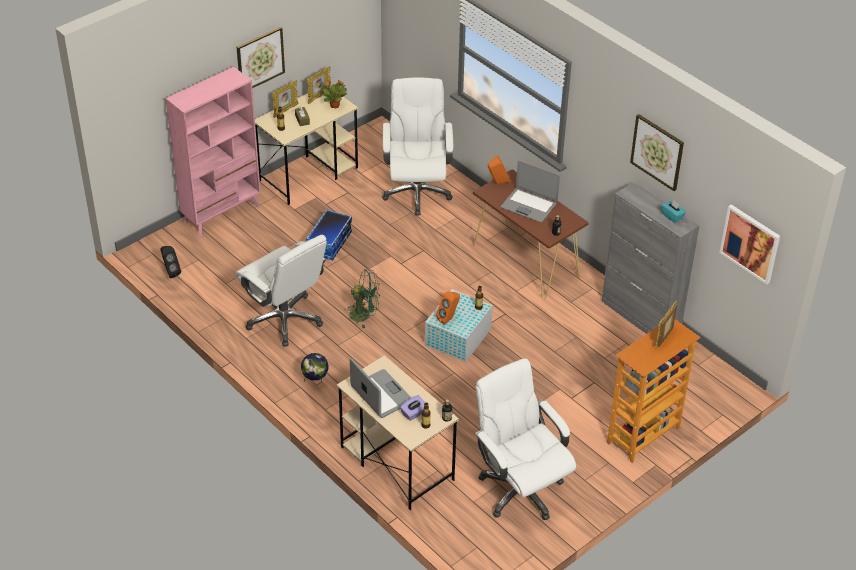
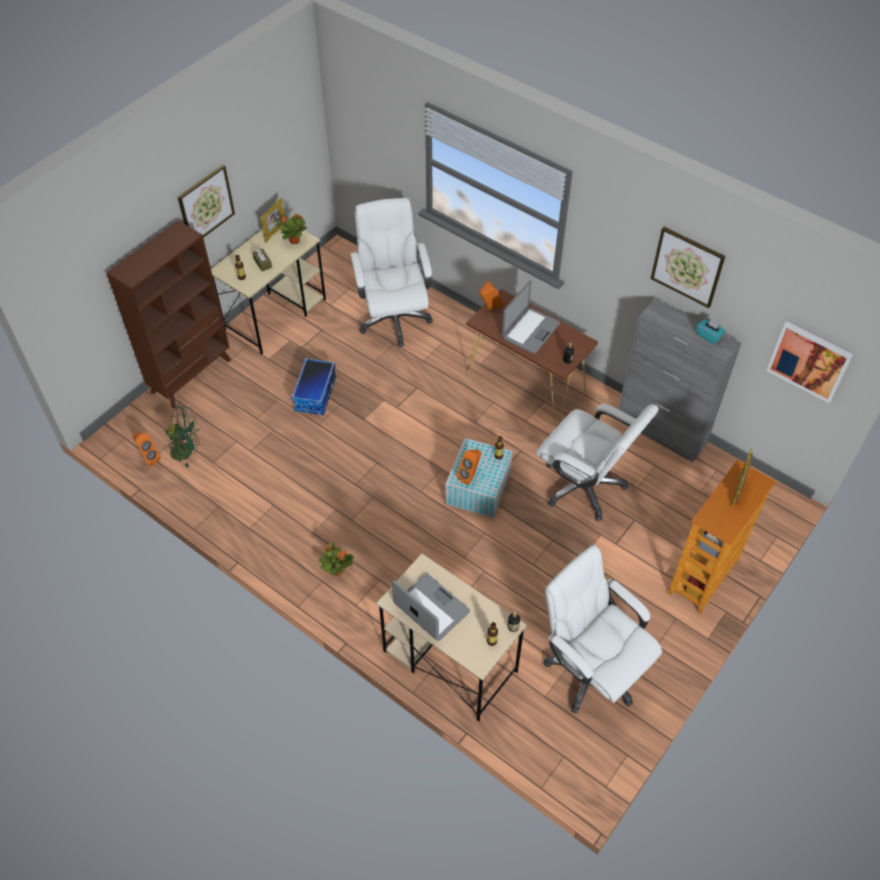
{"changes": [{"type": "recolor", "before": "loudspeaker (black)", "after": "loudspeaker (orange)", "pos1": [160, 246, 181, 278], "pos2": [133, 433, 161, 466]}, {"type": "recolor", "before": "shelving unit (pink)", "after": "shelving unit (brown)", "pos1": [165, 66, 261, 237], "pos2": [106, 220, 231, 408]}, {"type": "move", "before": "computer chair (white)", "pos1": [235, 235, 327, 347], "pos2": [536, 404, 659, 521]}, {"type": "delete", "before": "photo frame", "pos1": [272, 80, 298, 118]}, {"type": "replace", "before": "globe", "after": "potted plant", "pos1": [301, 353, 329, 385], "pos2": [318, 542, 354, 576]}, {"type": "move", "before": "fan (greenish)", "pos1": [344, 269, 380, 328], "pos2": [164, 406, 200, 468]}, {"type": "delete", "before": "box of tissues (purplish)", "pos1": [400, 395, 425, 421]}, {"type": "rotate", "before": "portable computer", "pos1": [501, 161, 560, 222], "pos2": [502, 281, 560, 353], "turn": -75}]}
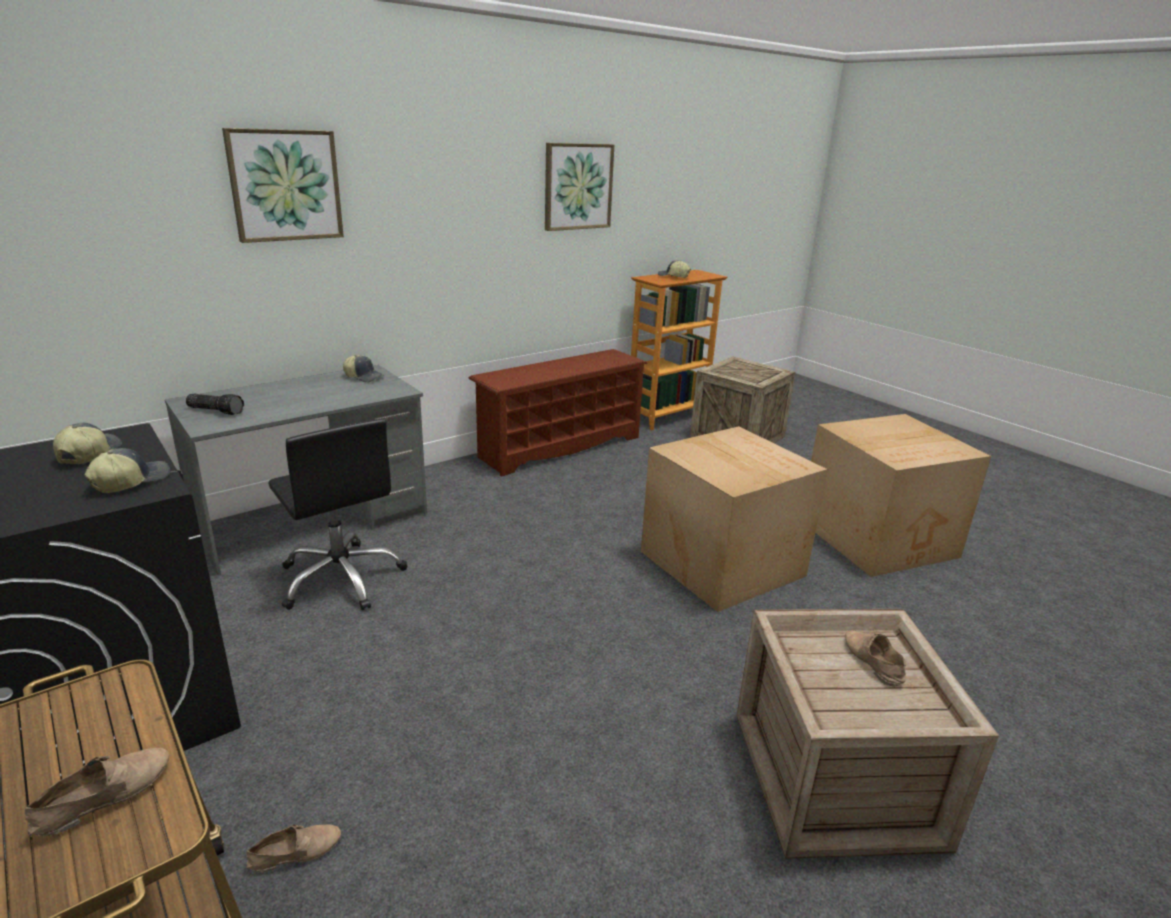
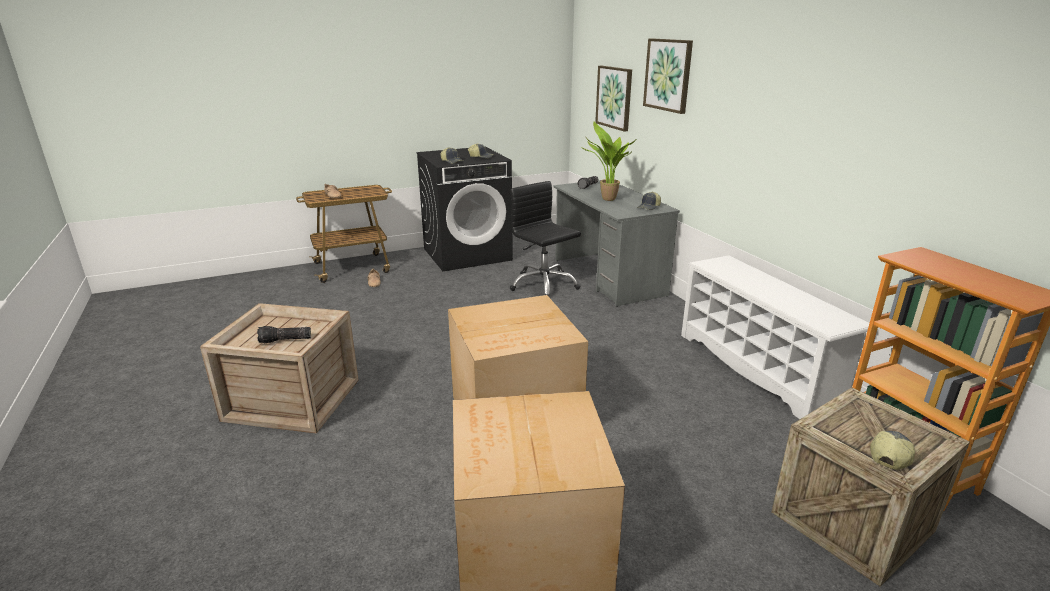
{"changes": [{"type": "rotate", "before": "computer chair (black)", "pos1": [268, 419, 407, 611], "pos2": [510, 181, 581, 298], "turn": 75}, {"type": "recolor", "before": "shoe stand (brown)", "after": "shoe stand (white)", "pos1": [468, 349, 647, 477], "pos2": [681, 256, 869, 419]}, {"type": "move", "before": "wall art", "pos1": [545, 143, 614, 231], "pos2": [595, 66, 632, 132]}, {"type": "move", "before": "baseball cap", "pos1": [658, 260, 691, 278], "pos2": [870, 431, 915, 470]}, {"type": "replace", "before": "low shoe (beige-coloured)", "after": "hand torch", "pos1": [845, 630, 906, 687], "pos2": [257, 326, 311, 343]}, {"type": "insert", "after": "potted plant", "pos2": [580, 121, 636, 201]}]}
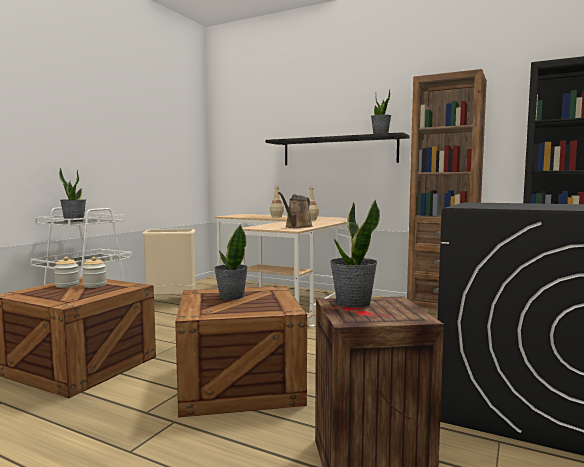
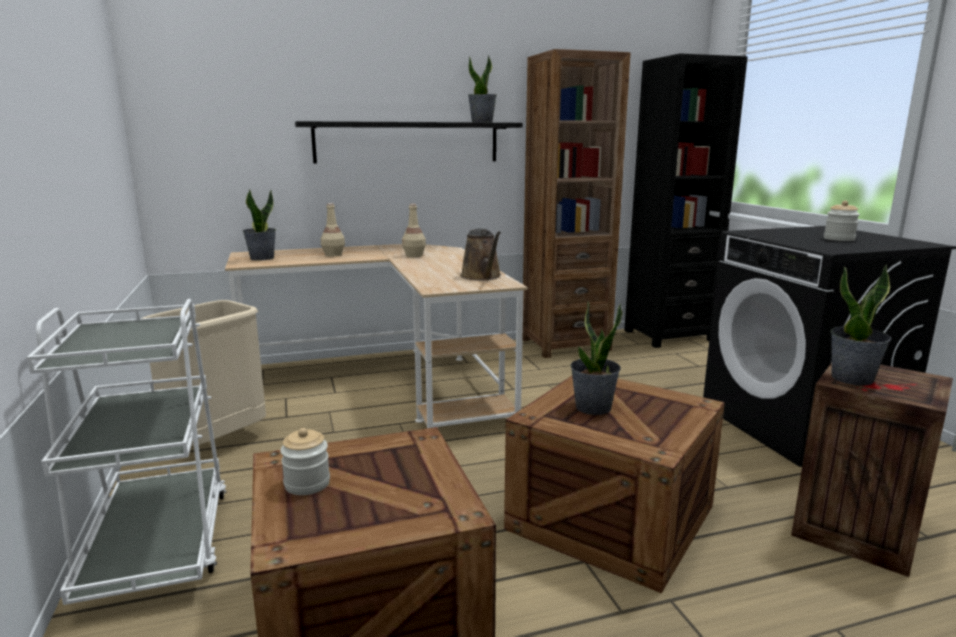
{"changes": [{"type": "move", "before": "potted plant", "pos1": [59, 168, 86, 222], "pos2": [243, 189, 276, 261]}, {"type": "move", "before": "preserve jar", "pos1": [82, 257, 107, 288], "pos2": [824, 201, 860, 241]}]}
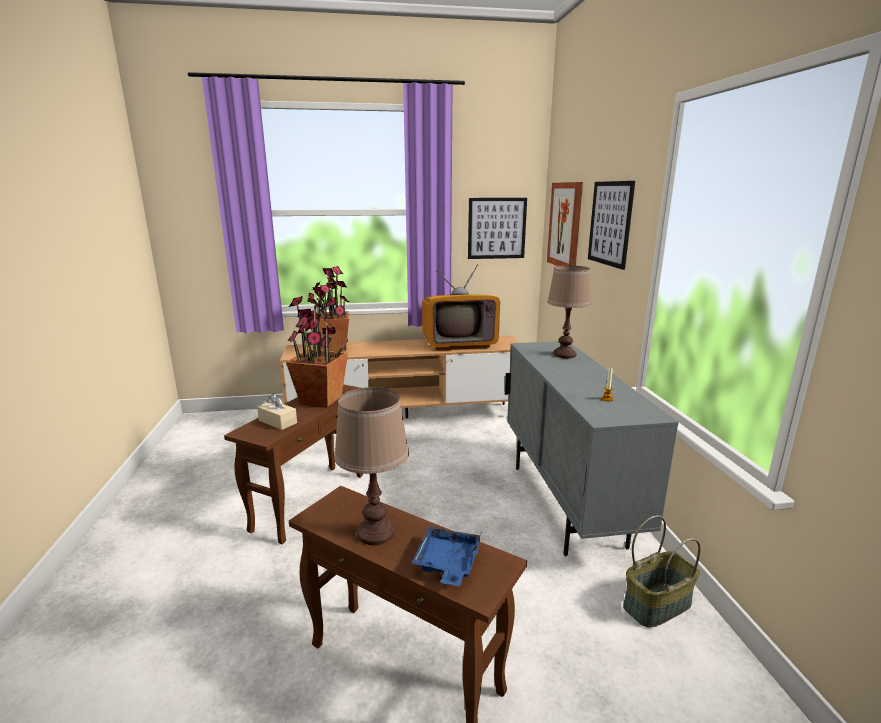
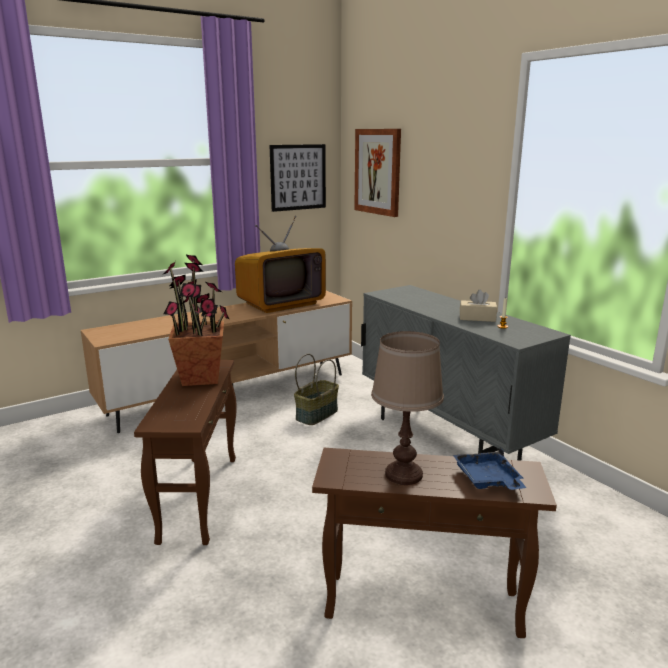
{"changes": [{"type": "move", "before": "box of tissues (beige-coloured)", "pos1": [257, 394, 297, 430], "pos2": [460, 290, 497, 322]}, {"type": "delete", "before": "potted plant", "pos1": [307, 266, 349, 352]}, {"type": "delete", "before": "tabletop lamp (brown)", "pos1": [547, 265, 591, 358]}, {"type": "delete", "before": "wall art", "pos1": [588, 181, 635, 270]}, {"type": "move", "before": "storage basket", "pos1": [623, 515, 701, 628], "pos2": [294, 354, 339, 425]}]}
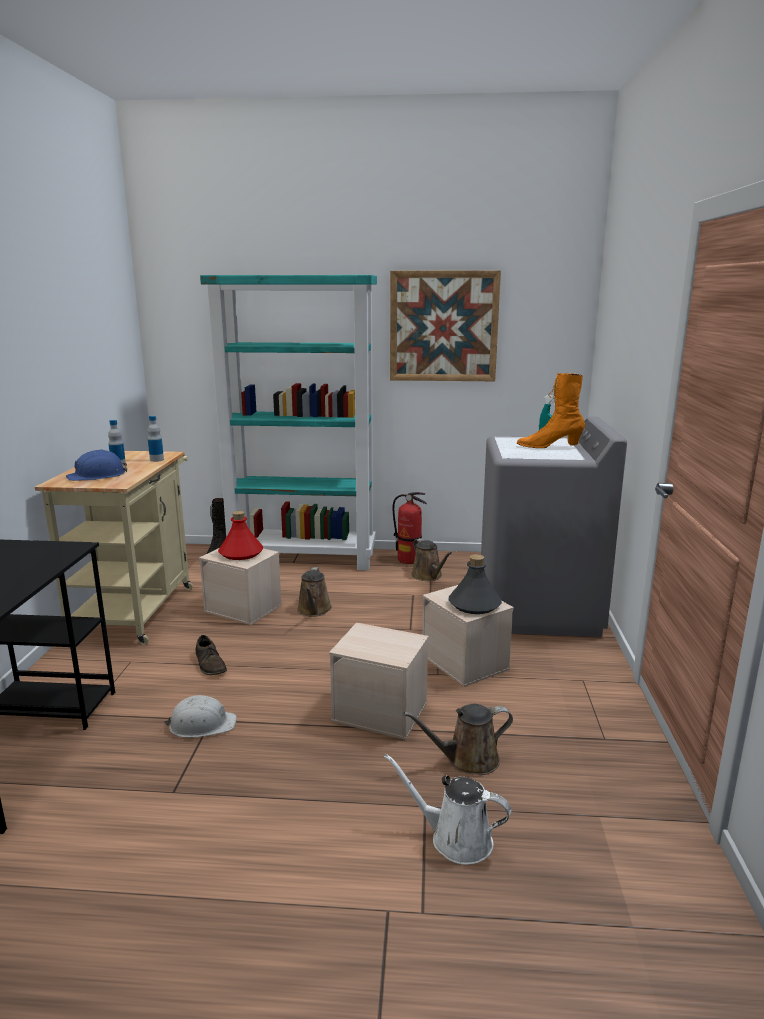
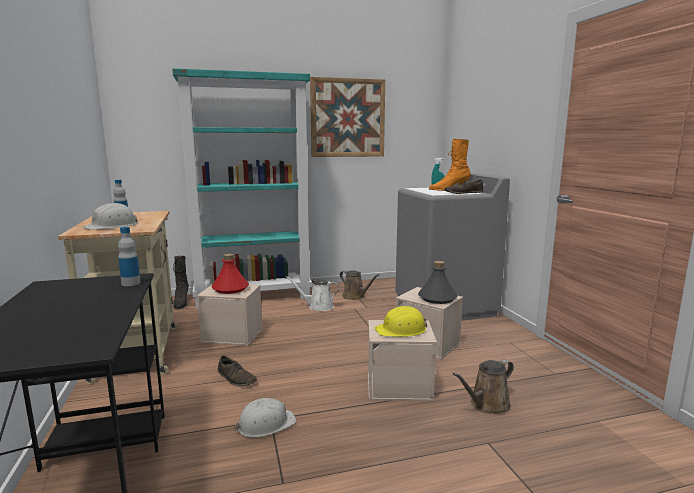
{"changes": [{"type": "recolor", "before": "hard hat (blue)", "after": "hard hat (white)", "pos1": [66, 449, 127, 481], "pos2": [82, 203, 137, 230]}, {"type": "move", "before": "beverage bottle", "pos1": [148, 416, 164, 462], "pos2": [118, 227, 141, 286]}, {"type": "delete", "before": "watering can (brown)", "pos1": [297, 567, 332, 617]}, {"type": "move", "before": "watering can (white)", "pos1": [384, 754, 511, 865], "pos2": [286, 276, 340, 311]}, {"type": "delete", "before": "extinguisher", "pos1": [393, 492, 427, 564]}, {"type": "insert", "after": "hard hat (yellowish)", "pos2": [375, 306, 427, 337]}, {"type": "insert", "after": "low shoe (brown)", "pos2": [444, 180, 483, 194]}]}
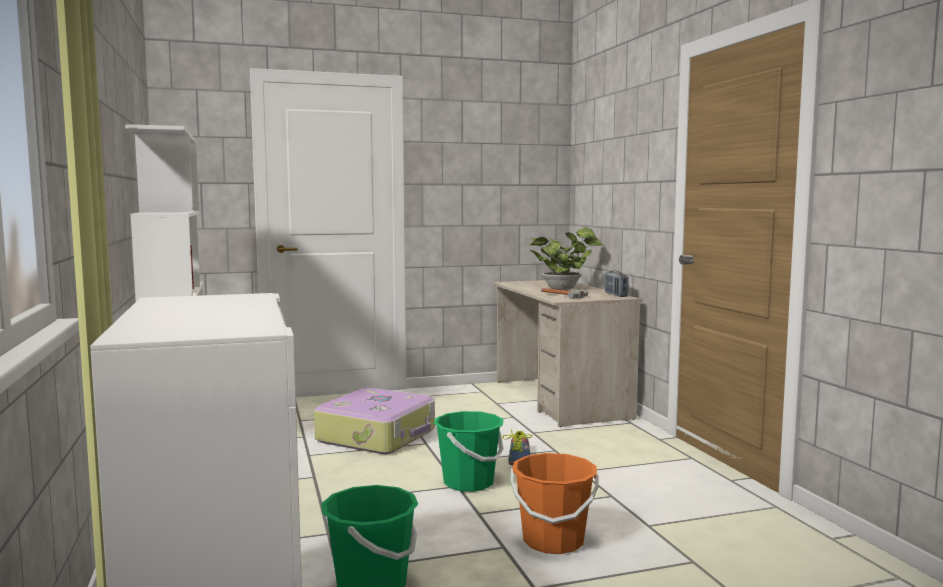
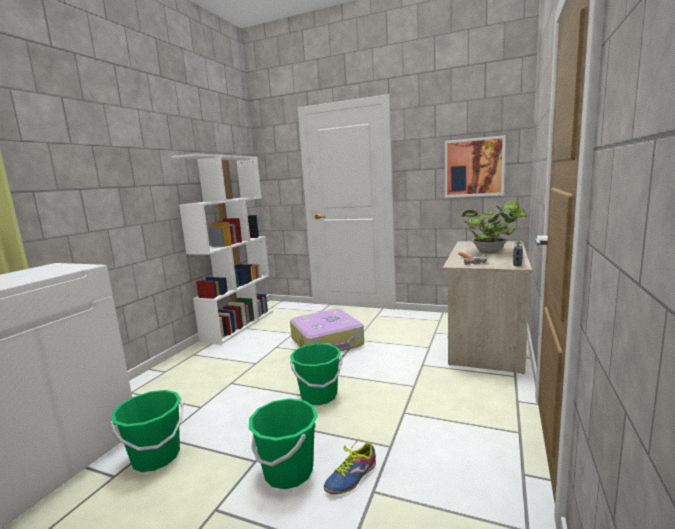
{"changes": [{"type": "move", "before": "low shoe", "pos1": [502, 428, 532, 465], "pos2": [324, 439, 376, 495]}, {"type": "recolor", "before": "bucket (orange)", "after": "bucket (greenish)", "pos1": [510, 453, 599, 554], "pos2": [249, 398, 318, 489]}, {"type": "insert", "after": "wall art", "pos2": [445, 135, 505, 197]}]}
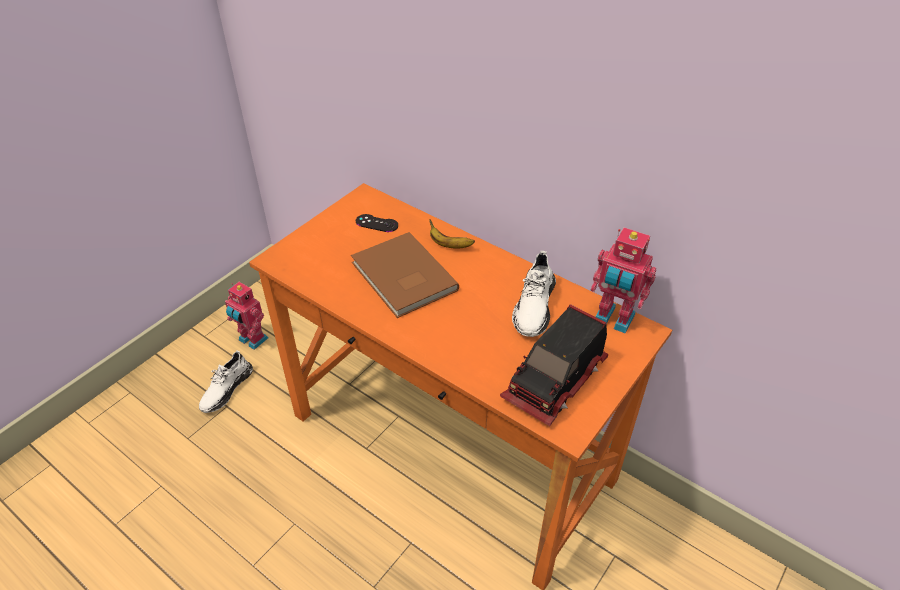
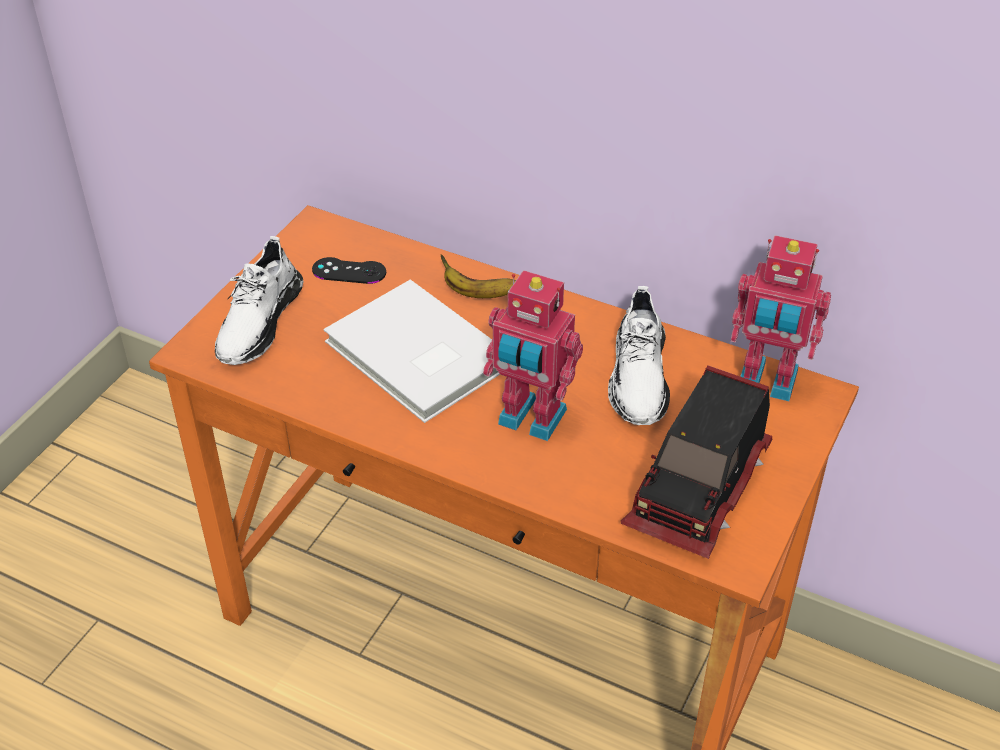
{"changes": [{"type": "move", "before": "low shoe (white)", "pos1": [199, 350, 253, 413], "pos2": [215, 236, 304, 365]}, {"type": "move", "before": "robot figure", "pos1": [225, 282, 268, 350], "pos2": [483, 270, 583, 441]}, {"type": "recolor", "before": "bound book (brown)", "after": "bound book (white)", "pos1": [351, 232, 459, 318], "pos2": [323, 279, 500, 423]}]}
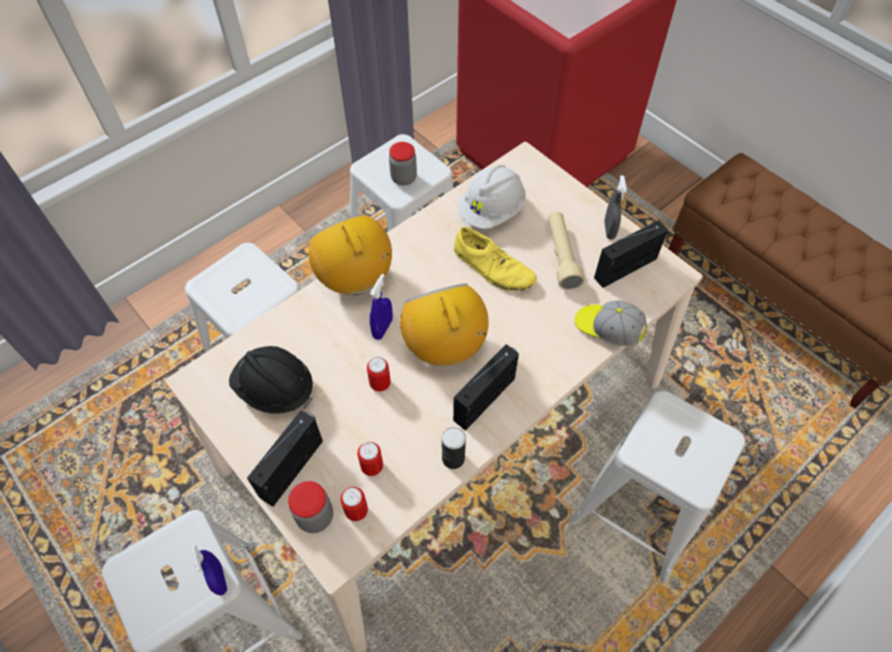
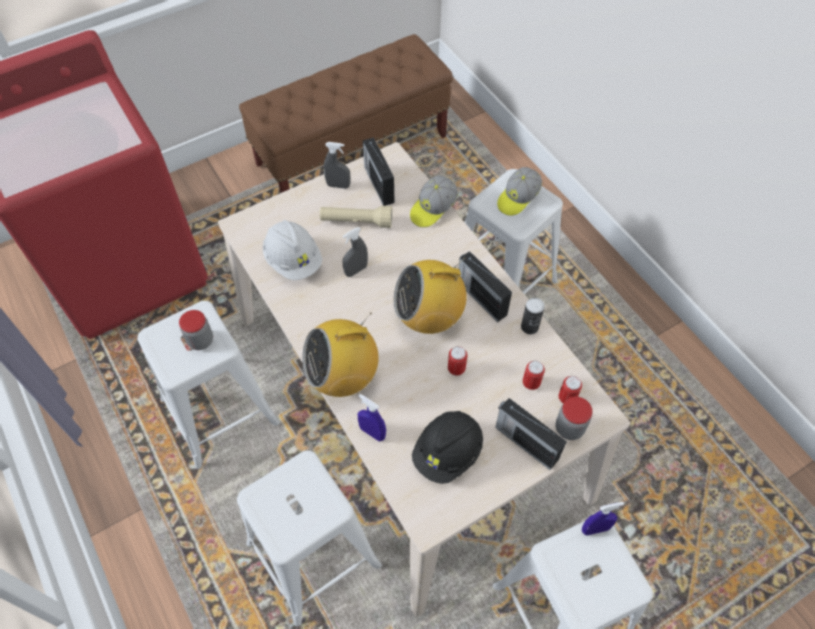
{"changes": [{"type": "move", "before": "hand sprayer (blue)", "pos1": [370, 274, 393, 340], "pos2": [358, 394, 386, 442]}, {"type": "replace", "before": "low shoe (yellowish)", "after": "hand sprayer (gray)", "pos1": [454, 227, 537, 291], "pos2": [342, 227, 368, 277]}, {"type": "insert", "after": "baseball cap", "pos2": [497, 167, 542, 216]}]}
